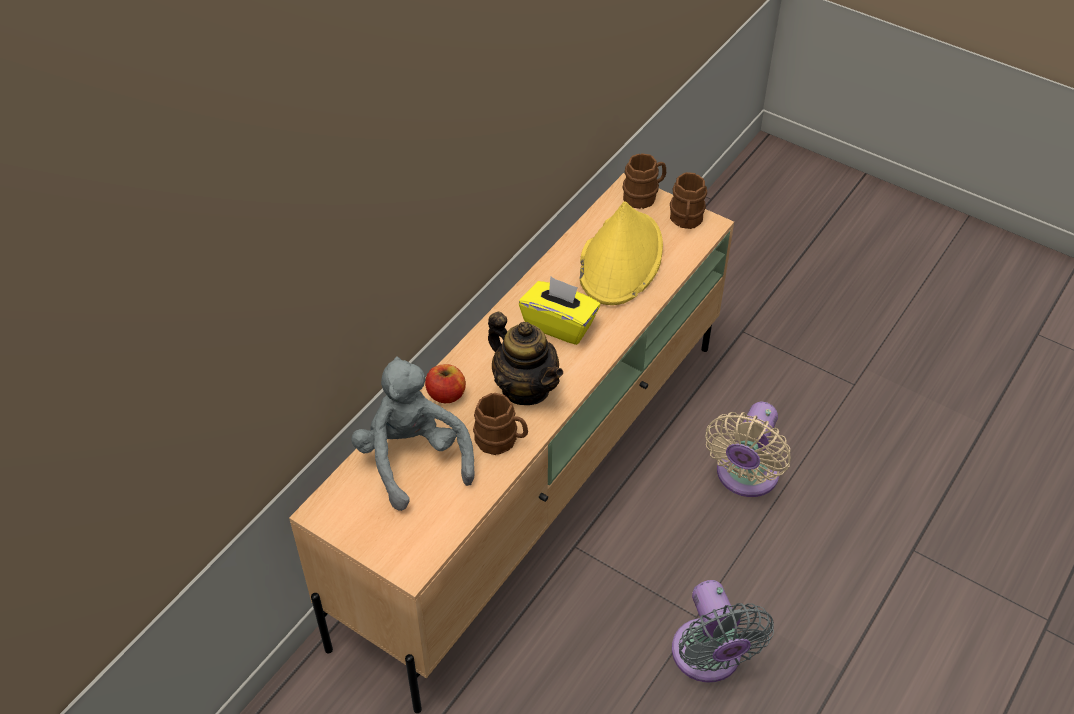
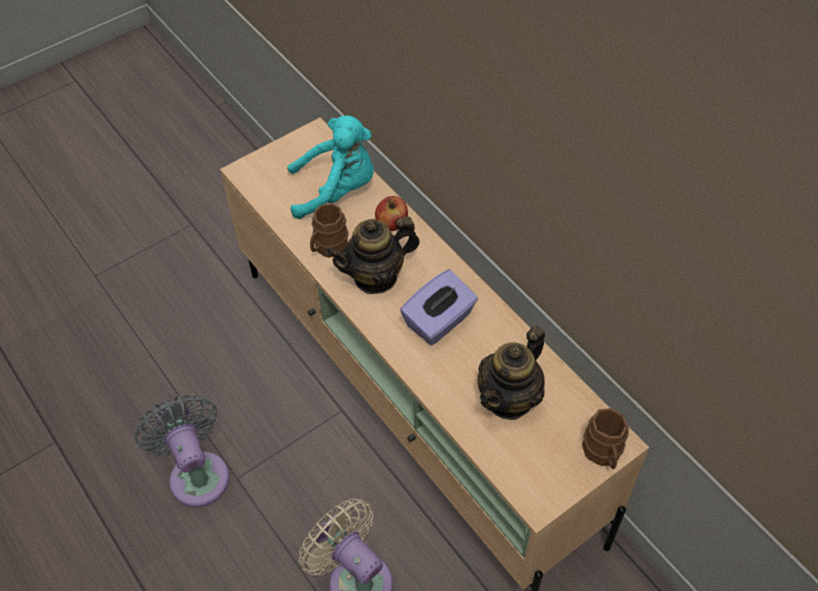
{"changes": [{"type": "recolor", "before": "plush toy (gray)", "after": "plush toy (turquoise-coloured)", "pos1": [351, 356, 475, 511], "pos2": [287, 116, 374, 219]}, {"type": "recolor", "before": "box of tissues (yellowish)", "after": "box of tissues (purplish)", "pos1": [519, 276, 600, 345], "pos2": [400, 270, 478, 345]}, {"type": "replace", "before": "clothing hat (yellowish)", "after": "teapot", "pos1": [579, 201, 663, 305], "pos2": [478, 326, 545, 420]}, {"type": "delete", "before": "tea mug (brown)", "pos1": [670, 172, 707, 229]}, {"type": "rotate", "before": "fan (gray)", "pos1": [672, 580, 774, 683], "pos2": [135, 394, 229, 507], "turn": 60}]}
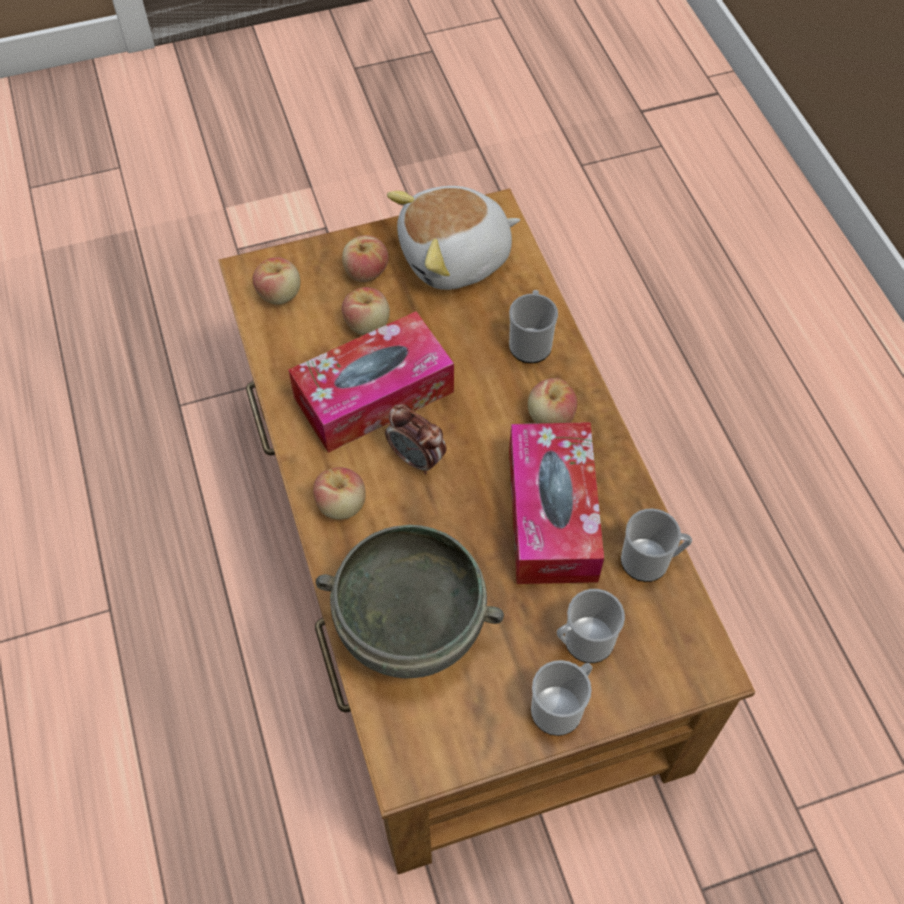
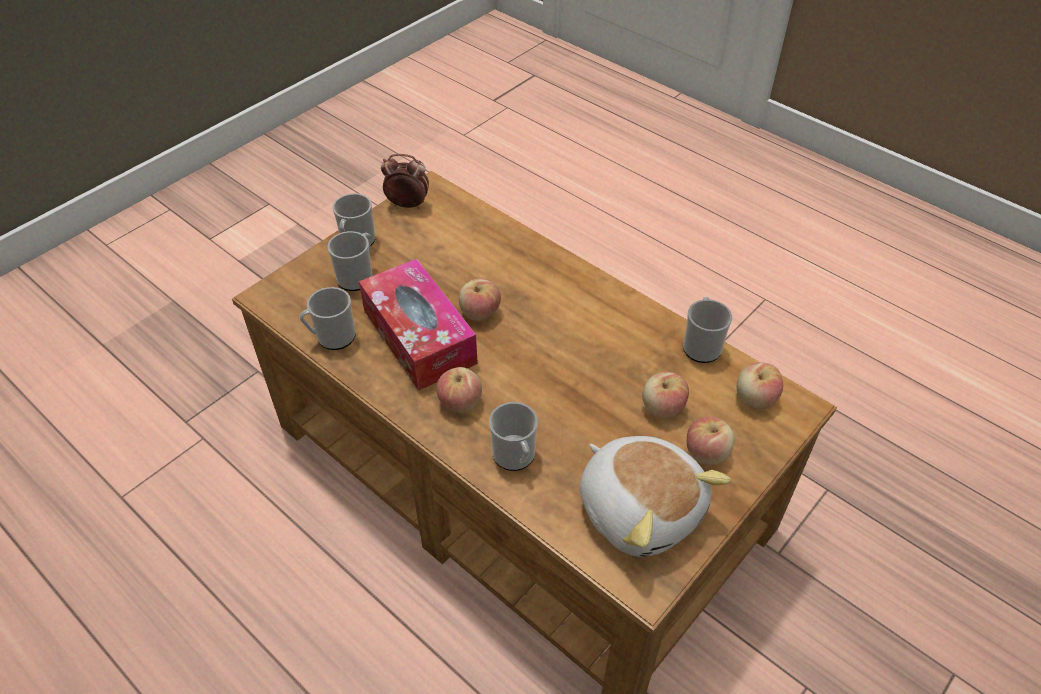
{"changes": [{"type": "delete", "before": "box of tissues", "pos1": [288, 311, 454, 453]}, {"type": "move", "before": "apple", "pos1": [313, 467, 366, 520], "pos2": [459, 279, 501, 321]}, {"type": "delete", "before": "deep dish (gray)", "pos1": [316, 525, 504, 679]}, {"type": "move", "before": "table clock", "pos1": [385, 404, 447, 474], "pos2": [381, 154, 429, 209]}, {"type": "rotate", "before": "plush toy", "pos1": [387, 186, 520, 290], "pos2": [580, 436, 731, 557], "turn": 105}, {"type": "insert", "after": "tea mug", "pos2": [683, 297, 732, 363]}]}
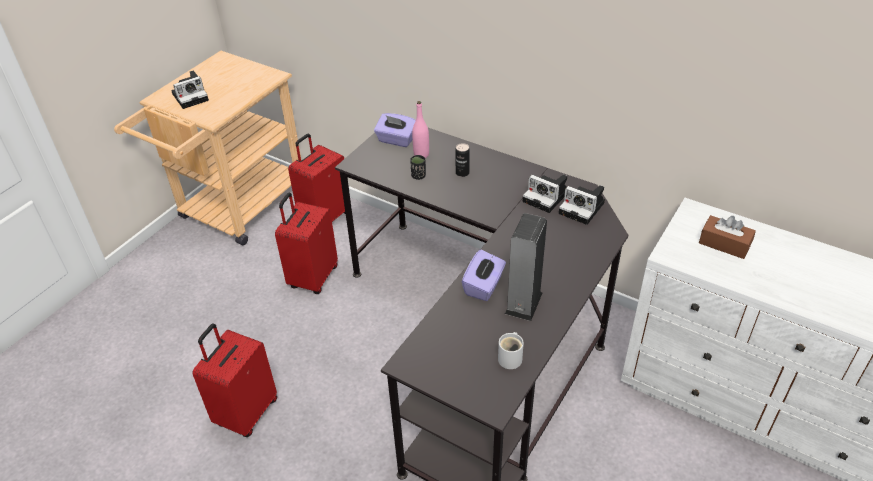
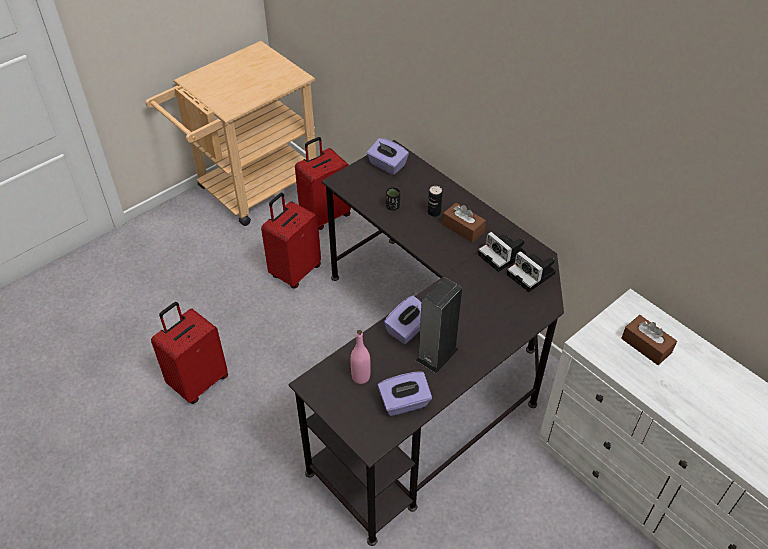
{"changes": [{"type": "delete", "before": "photo camera", "pos1": [171, 71, 209, 109]}, {"type": "move", "before": "beverage bottle (pink)", "pos1": [412, 101, 429, 158], "pos2": [351, 330, 370, 384]}, {"type": "replace", "before": "tea mug (white)", "after": "box of tissues (purplish)", "pos1": [498, 332, 524, 369], "pos2": [378, 372, 432, 416]}, {"type": "insert", "after": "box of tissues (brown)", "pos2": [443, 203, 486, 242]}]}
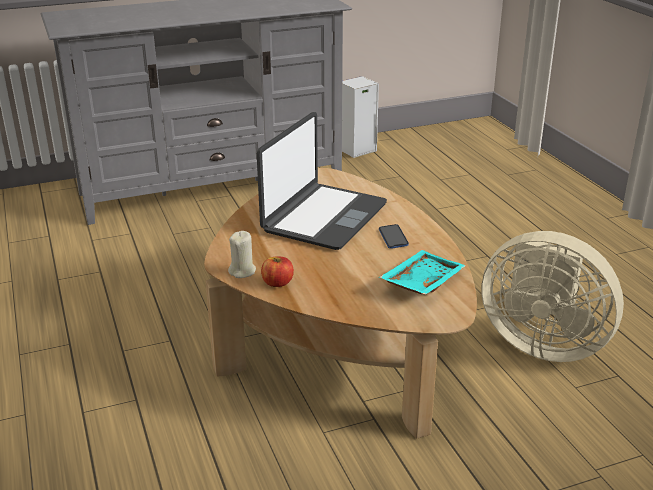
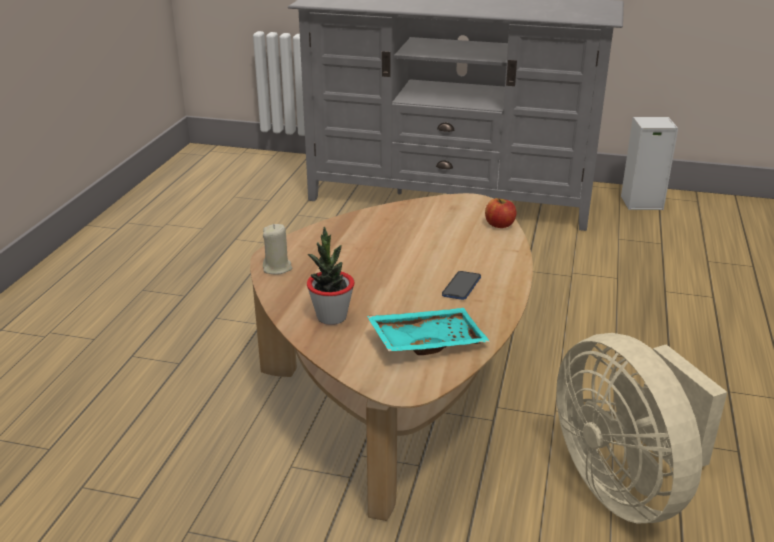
{"changes": [{"type": "delete", "before": "portable computer", "pos1": [257, 112, 387, 250]}, {"type": "move", "before": "apple", "pos1": [261, 256, 294, 287], "pos2": [485, 198, 516, 228]}, {"type": "insert", "after": "potted plant", "pos2": [307, 227, 355, 325]}]}
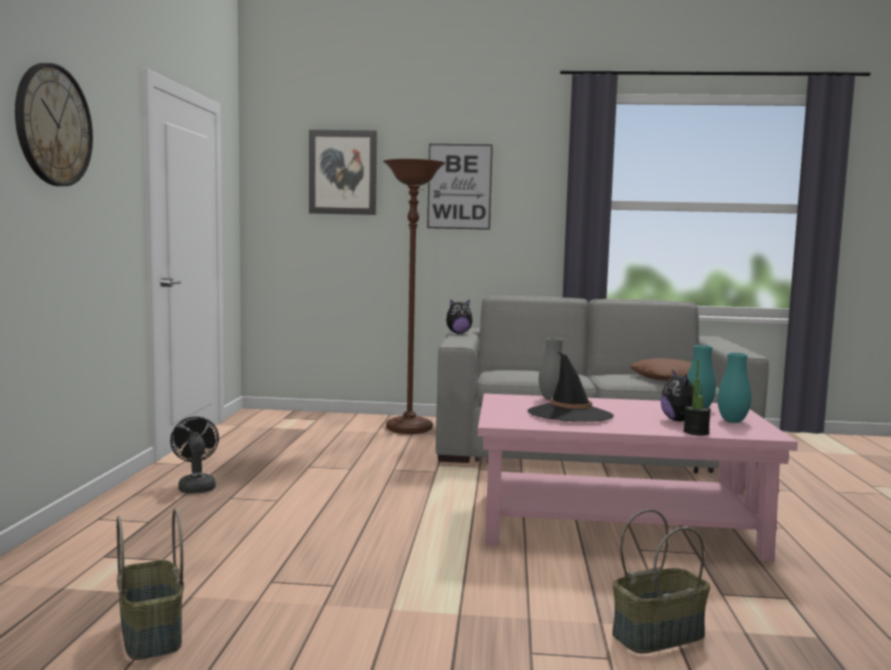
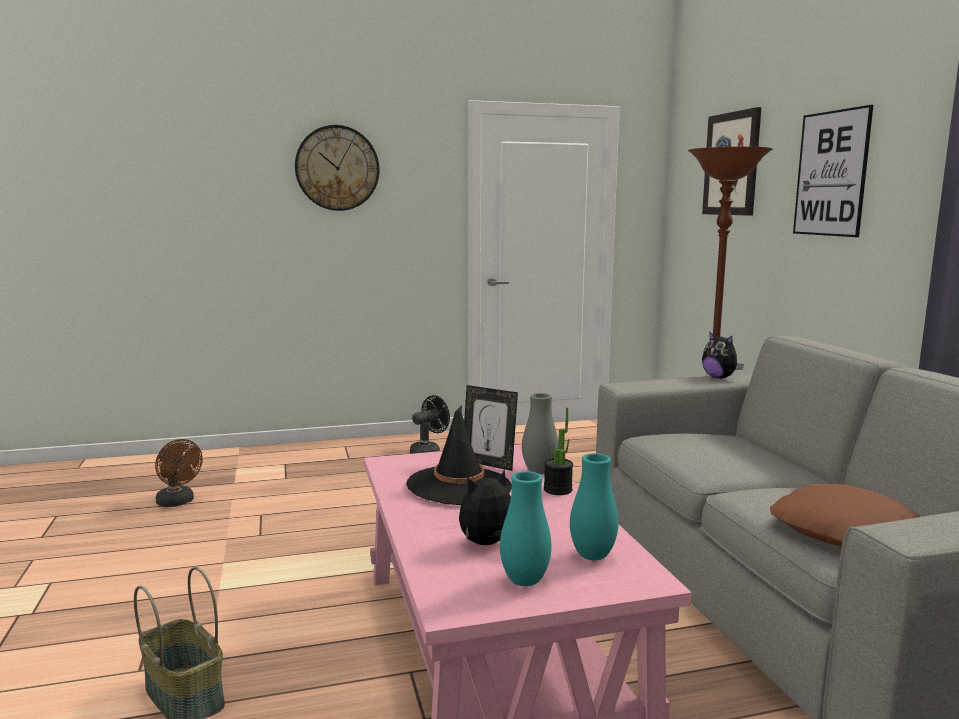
{"changes": [{"type": "replace", "before": "storage basket", "after": "fan (brown)", "pos1": [117, 508, 184, 660], "pos2": [155, 439, 203, 507]}, {"type": "move", "before": "potted plant", "pos1": [683, 359, 711, 436], "pos2": [544, 407, 573, 495]}, {"type": "insert", "after": "photo frame", "pos2": [464, 385, 518, 471]}]}
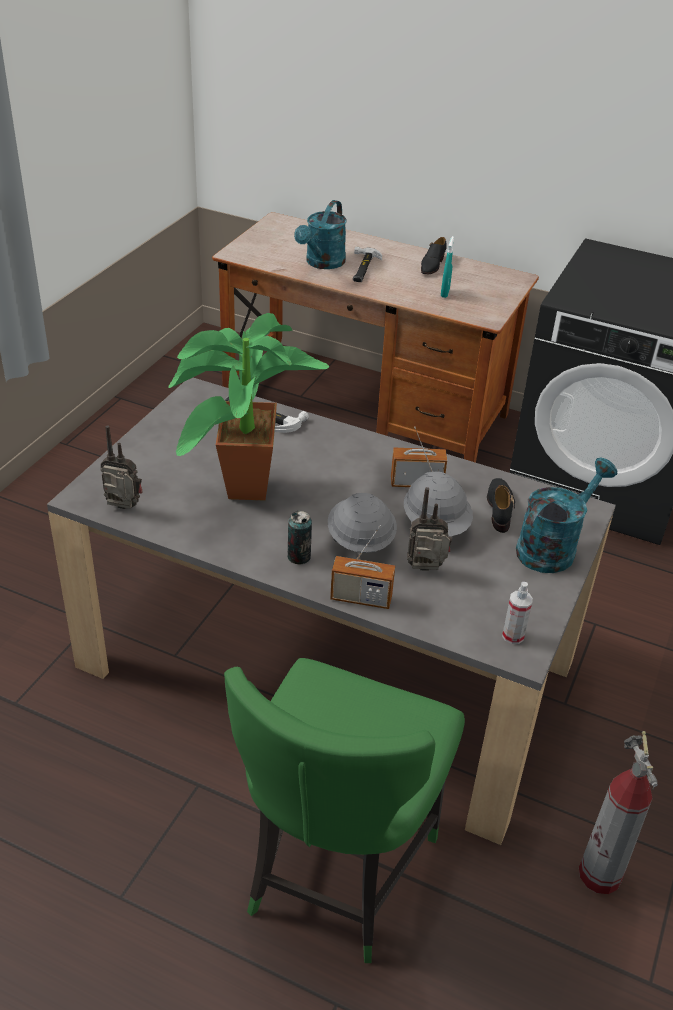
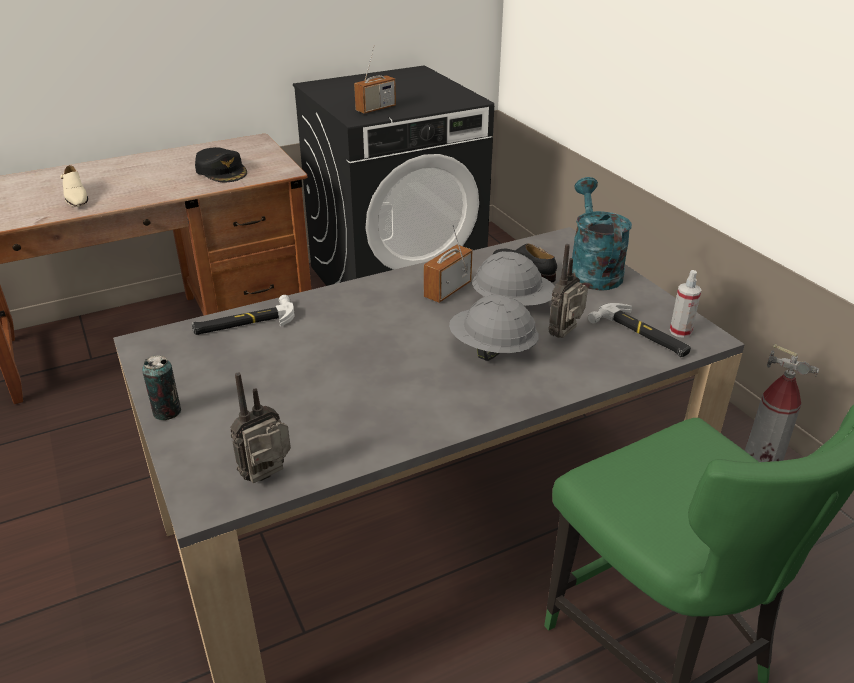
{"changes": [{"type": "delete", "before": "potted plant", "pos1": [168, 313, 329, 501]}, {"type": "move", "before": "metal can", "pos1": [287, 511, 312, 565], "pos2": [142, 355, 181, 420]}, {"type": "replace", "before": "watering can (turquoise-coloured)", "after": "low shoe (beige-coloured)", "pos1": [294, 200, 347, 269], "pos2": [60, 165, 88, 207]}, {"type": "move", "before": "radio", "pos1": [330, 525, 395, 609], "pos2": [354, 45, 396, 114]}, {"type": "move", "before": "tool hammer", "pos1": [353, 246, 382, 282], "pos2": [588, 303, 691, 357]}, {"type": "delete", "before": "low shoe (black)", "pos1": [421, 237, 447, 274]}, {"type": "replace", "before": "hand sprayer (turquoise-coloured)", "after": "baseball cap (black)", "pos1": [441, 236, 454, 298], "pos2": [195, 147, 247, 182]}]}
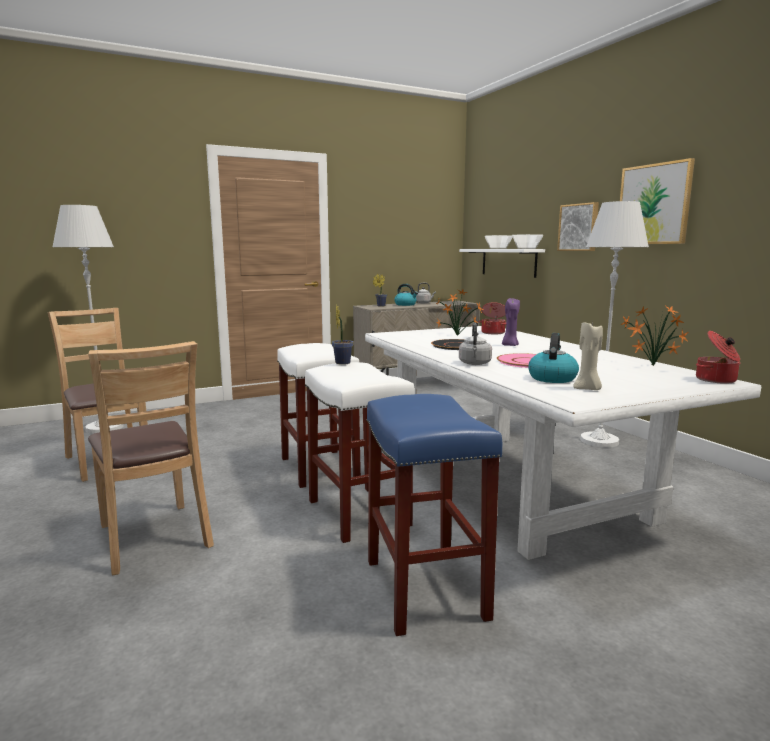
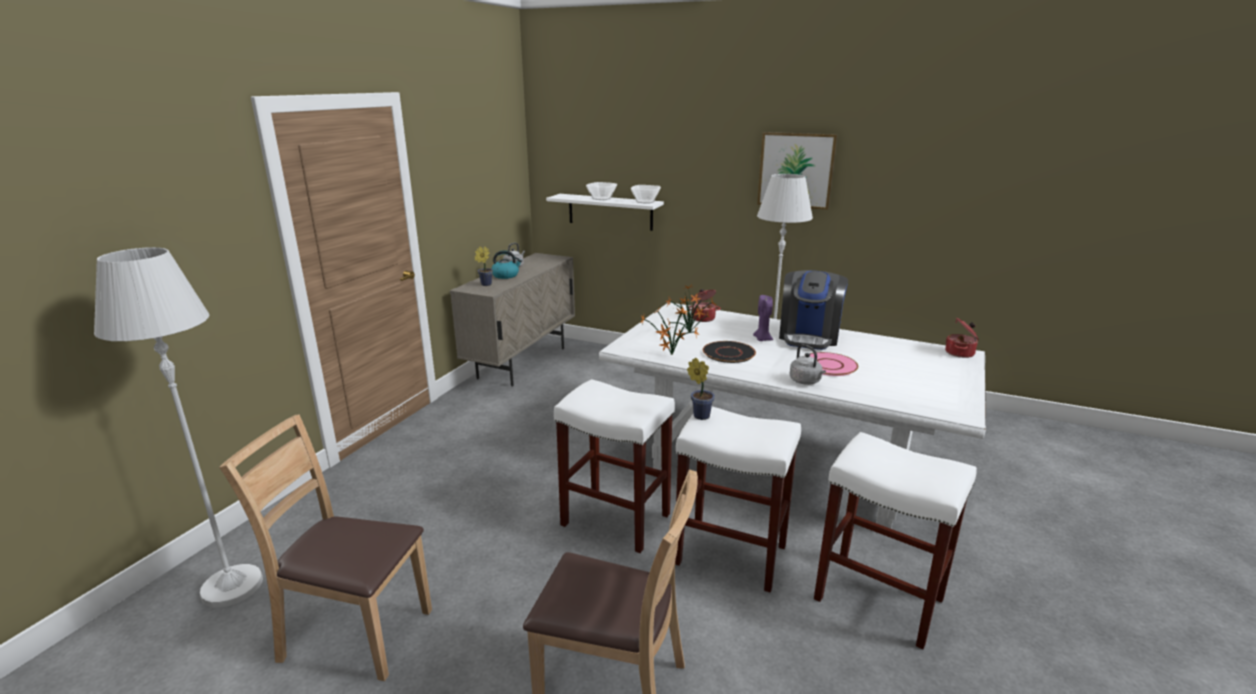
{"changes": [{"type": "recolor", "before": "stool seat (blue)", "after": "stool seat (white)", "pos1": [366, 394, 503, 636], "pos2": [814, 432, 977, 649]}, {"type": "delete", "before": "tea kettle", "pos1": [528, 333, 579, 383]}, {"type": "delete", "before": "wall art", "pos1": [557, 202, 599, 251]}, {"type": "delete", "before": "wax candle (beige-coloured)", "pos1": [573, 321, 603, 390]}, {"type": "move", "before": "potted plant", "pos1": [620, 305, 689, 366], "pos2": [640, 306, 699, 355]}, {"type": "insert", "after": "coffee maker", "pos2": [779, 270, 848, 350]}]}
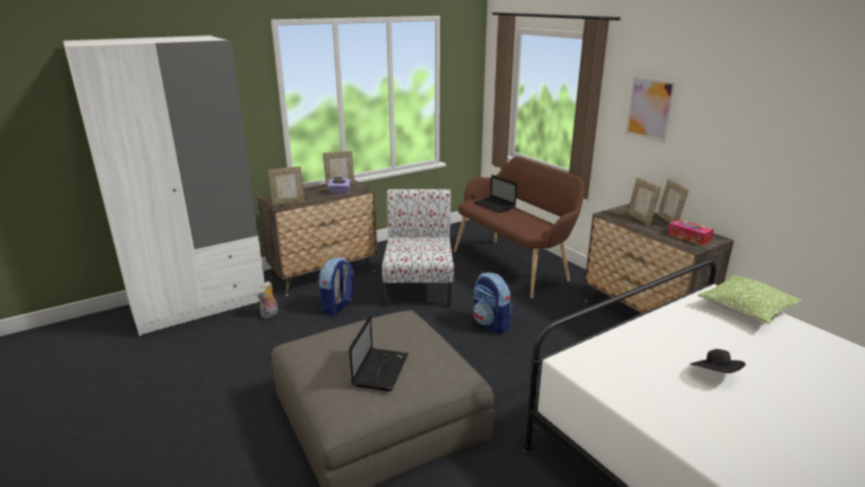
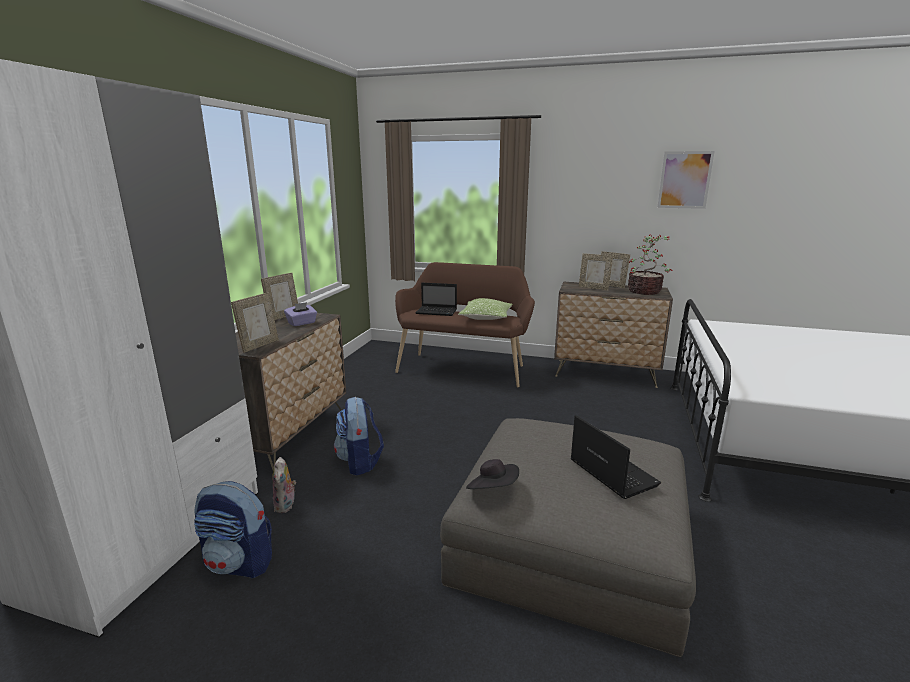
{"changes": [{"type": "delete", "before": "plain chair", "pos1": [382, 189, 454, 306]}, {"type": "move", "before": "backpack", "pos1": [473, 272, 514, 334], "pos2": [194, 481, 272, 578]}, {"type": "move", "before": "wall art", "pos1": [625, 76, 676, 143], "pos2": [657, 151, 715, 209]}, {"type": "replace", "before": "box of tissues", "after": "potted plant", "pos1": [667, 219, 714, 246], "pos2": [628, 235, 672, 295]}, {"type": "move", "before": "clothing hat (black)", "pos1": [690, 349, 746, 373], "pos2": [466, 459, 519, 489]}, {"type": "move", "before": "cushion", "pos1": [698, 275, 802, 324], "pos2": [458, 298, 512, 320]}]}
